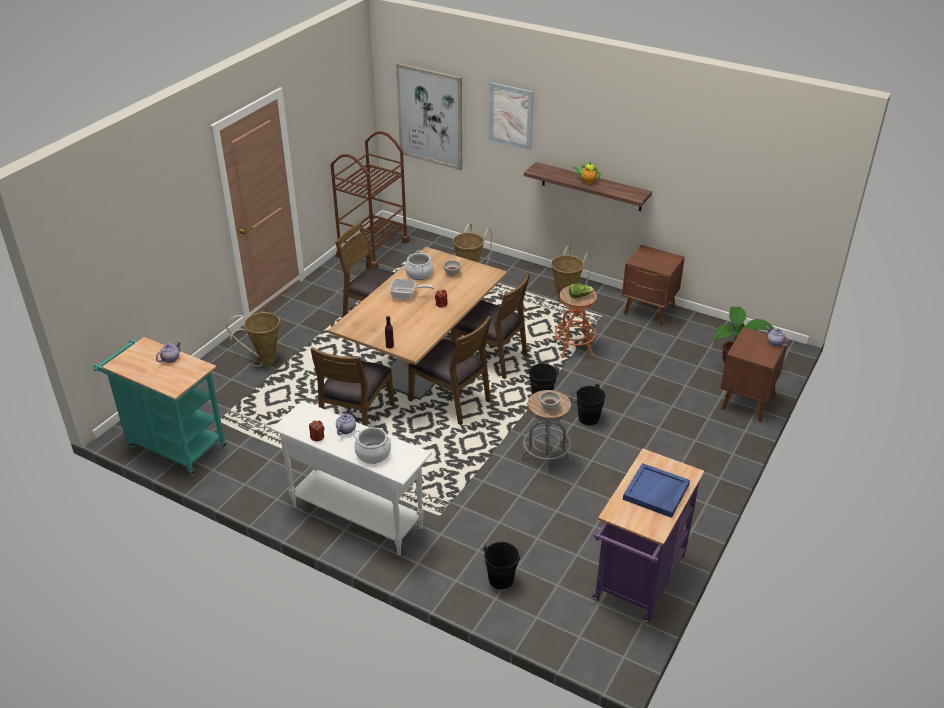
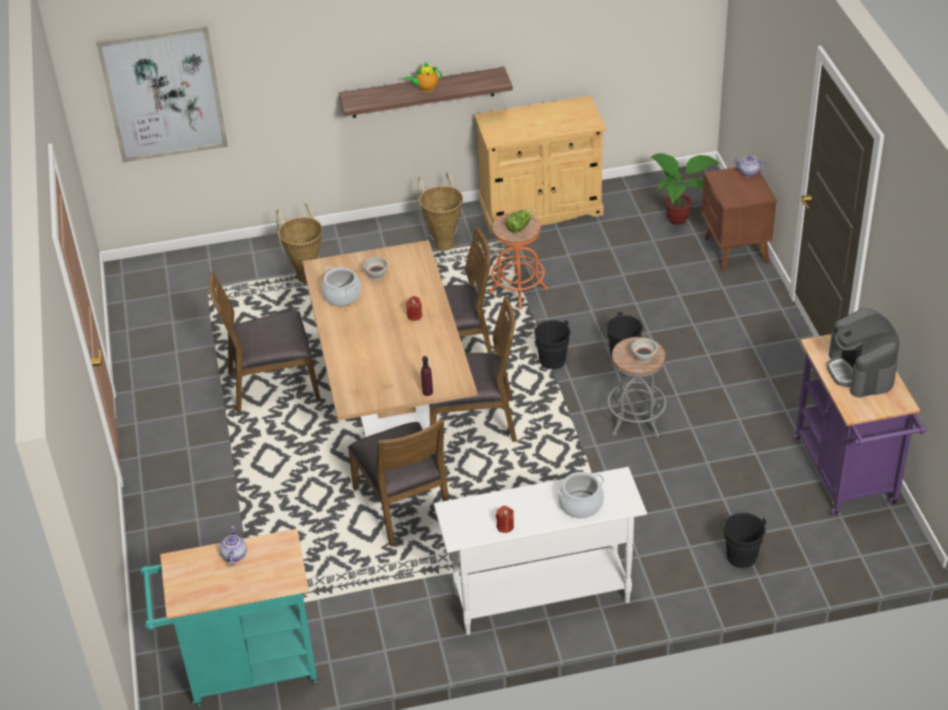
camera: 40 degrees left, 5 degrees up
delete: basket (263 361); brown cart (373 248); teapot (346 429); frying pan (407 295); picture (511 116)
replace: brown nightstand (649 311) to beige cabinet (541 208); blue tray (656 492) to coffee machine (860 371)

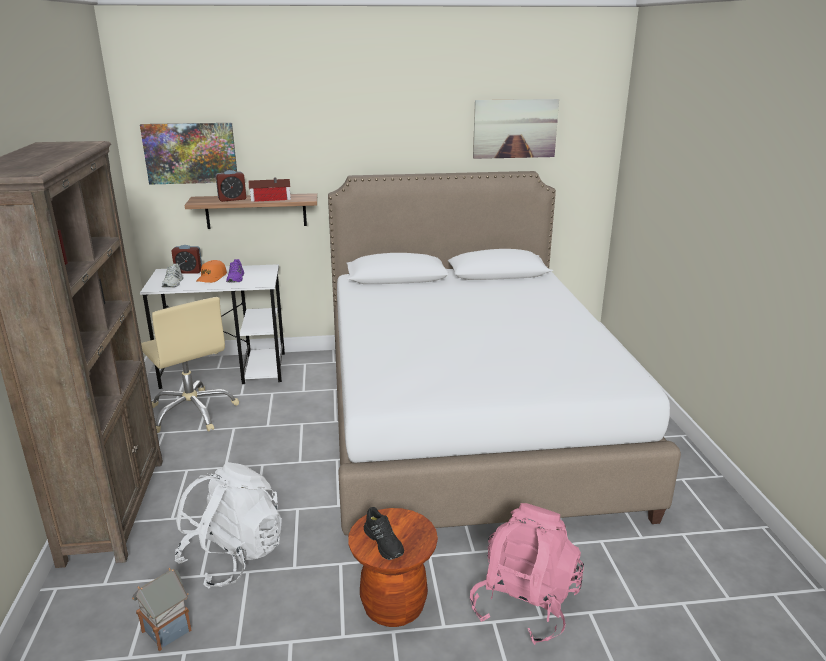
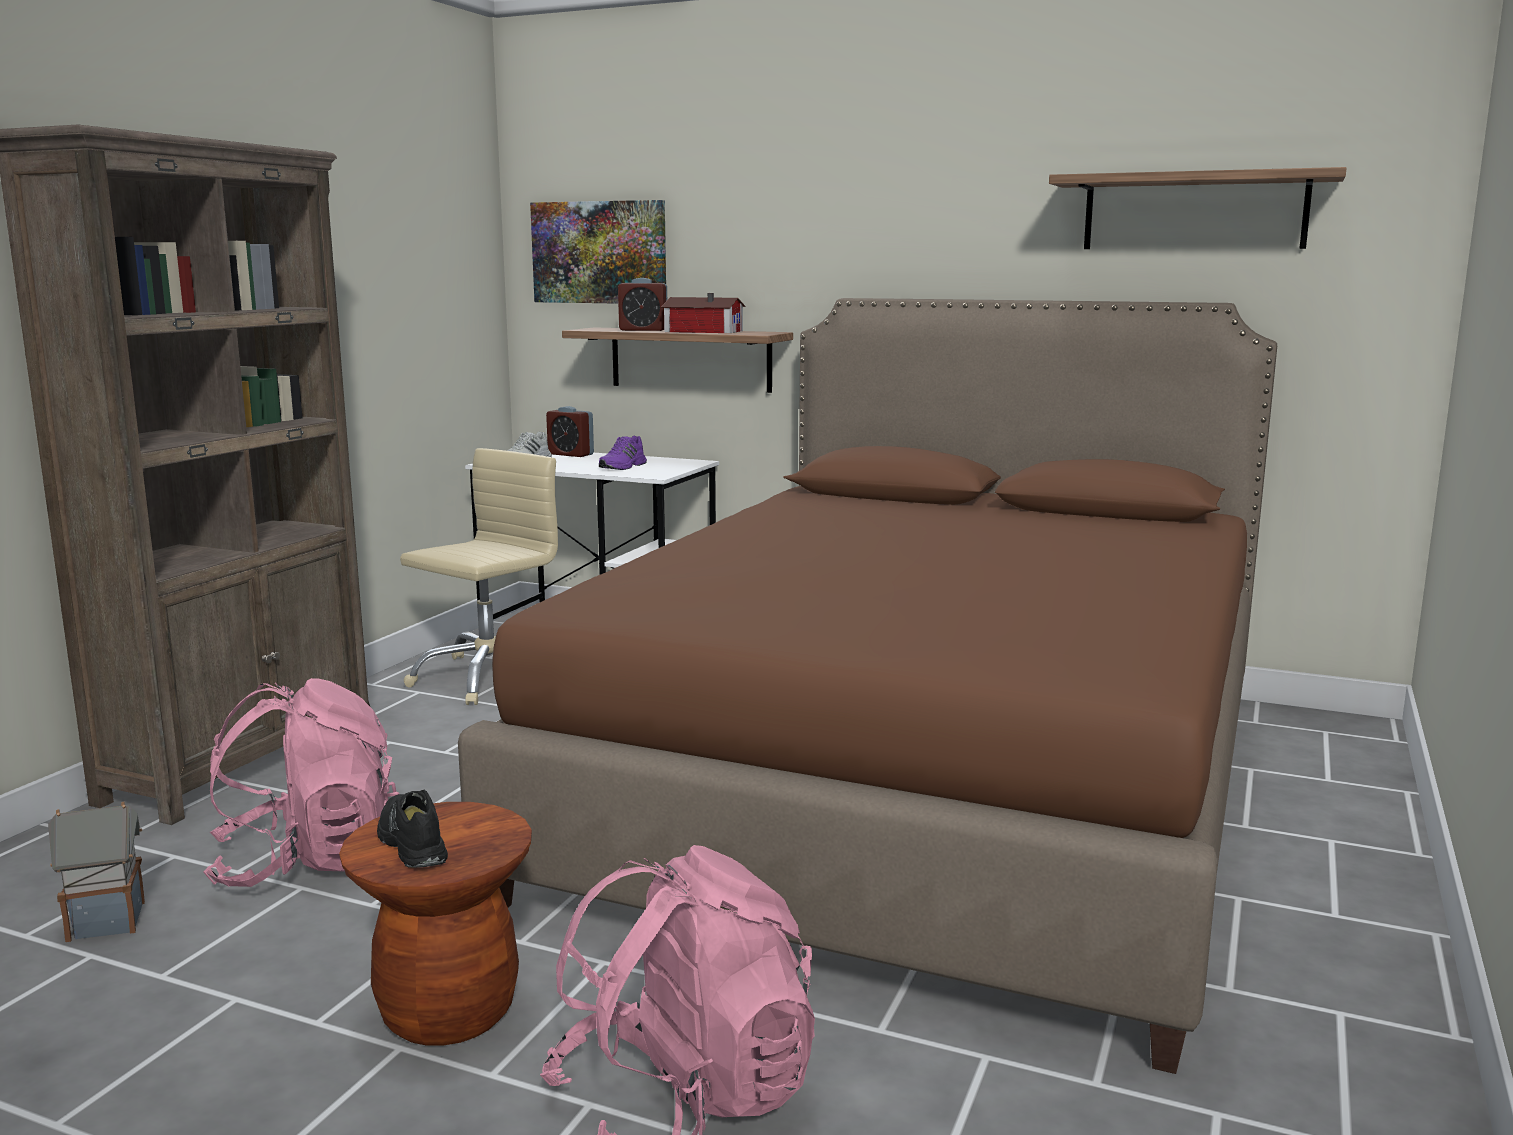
camera: 30 degrees right, 10 degrees down
delete: orange cap (211 277)
replace: picture (515 128) to shelf (1194 212)
recolor: white backpack (233 556) to pink backpack (309 862); white bed (466 420) to brown bed (928 787)
rotate: black shoe (384 542) = (410 843) 150 degrees clockwise; beige office chair (193 412) = (488 677) 135 degrees counterclockwise

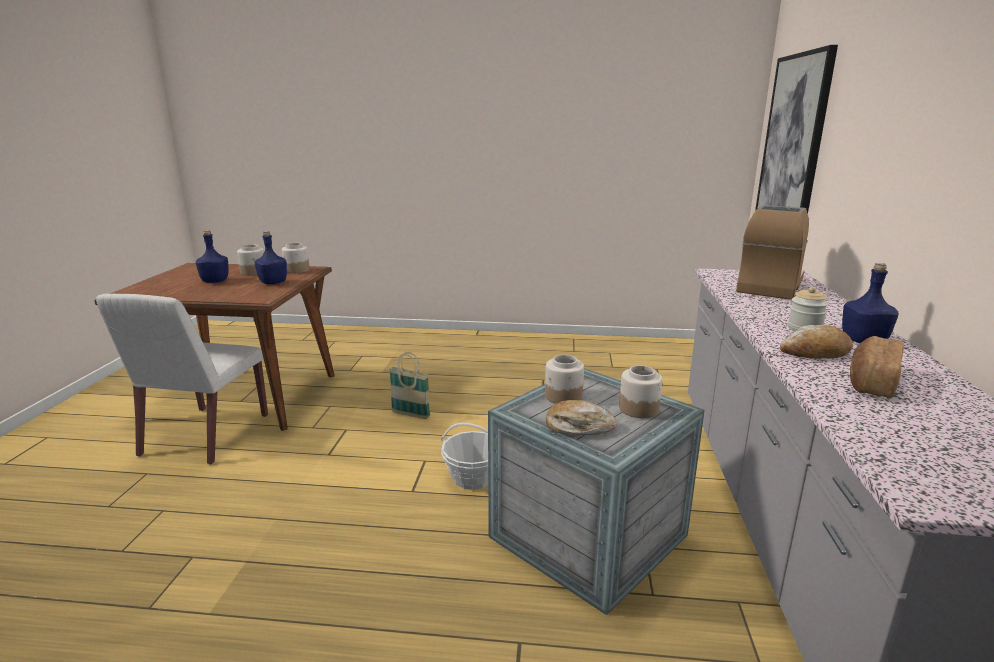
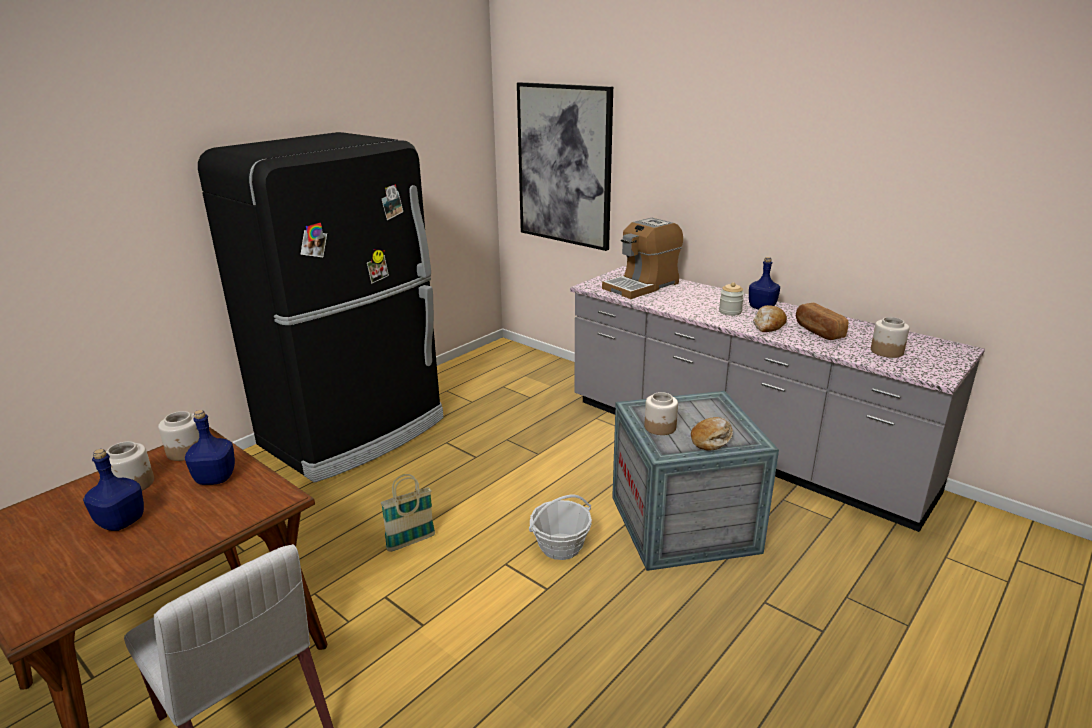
camera: 55 degrees left, 5 degrees up
insert: black fridge (356 432)
move: jar (638 409) to (886 351)
rotate: coffee machine (770 286) = (642 286) 105 degrees counterclockwise

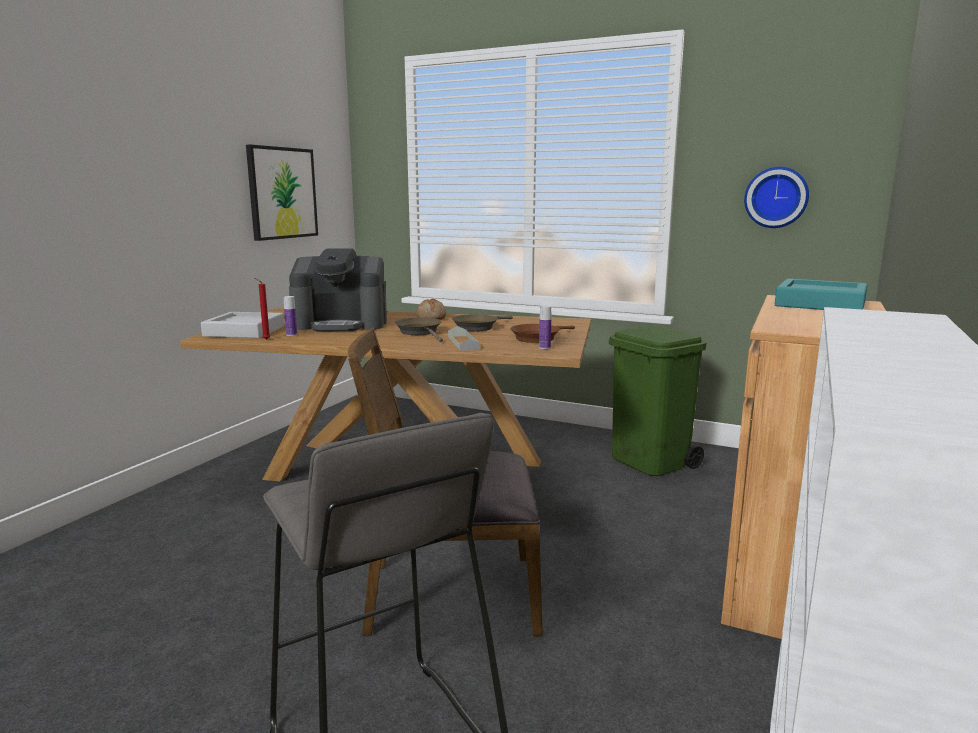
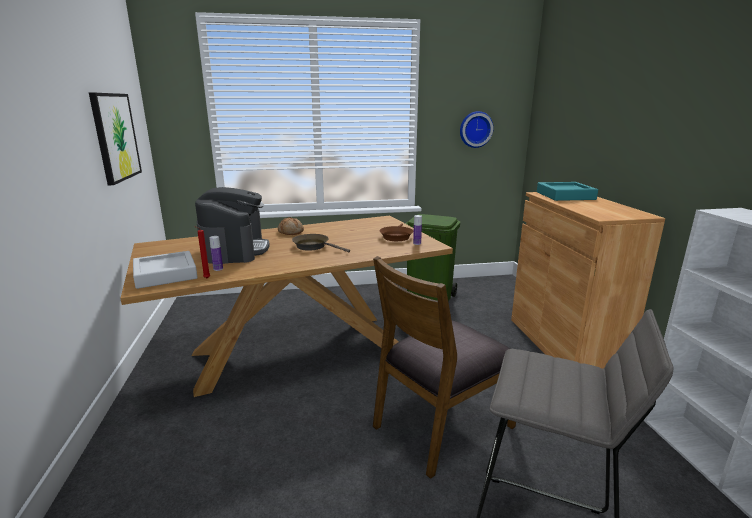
camera: 35 degrees left, 5 degrees up
delete: grey tray (463 342); brown frying pan (477 327)
rotate: coffee machine (341 324) = (235 250) 60 degrees counterclockwise

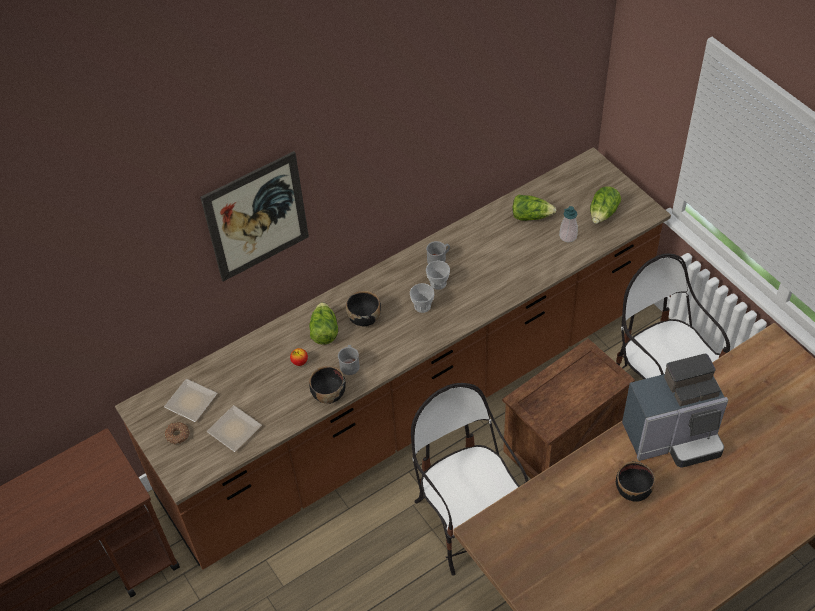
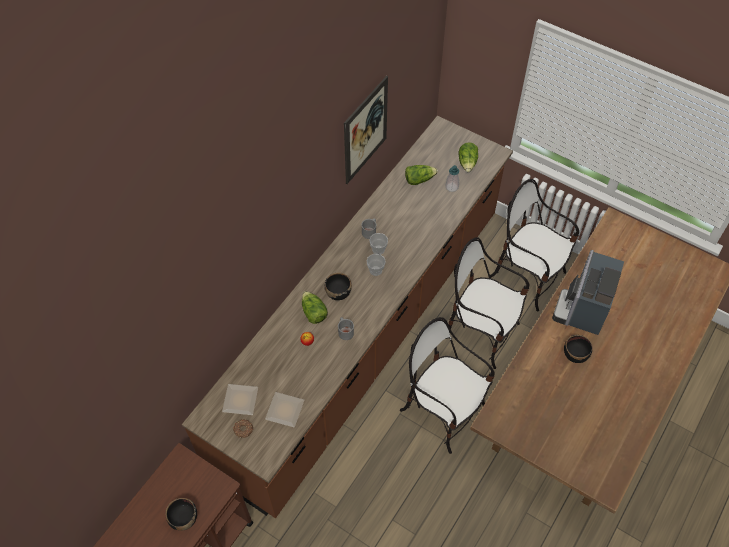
camera: 25 degrees left, 5 degrees up
move: black bowl (328 394) to (183 518); picture (256 217) to (365 130)
replace: crate (562 442) to chair (480 332)
rotate: coffee machine (673 437) = (583 308) 150 degrees clockwise

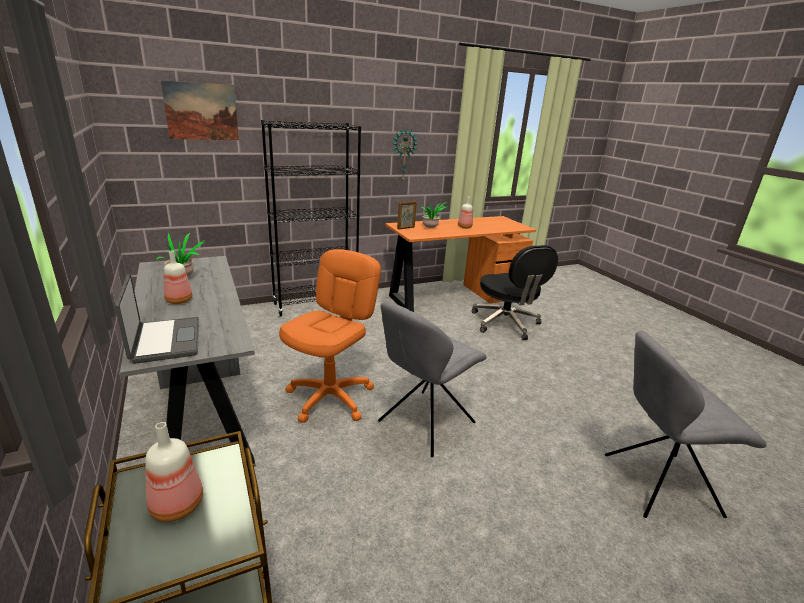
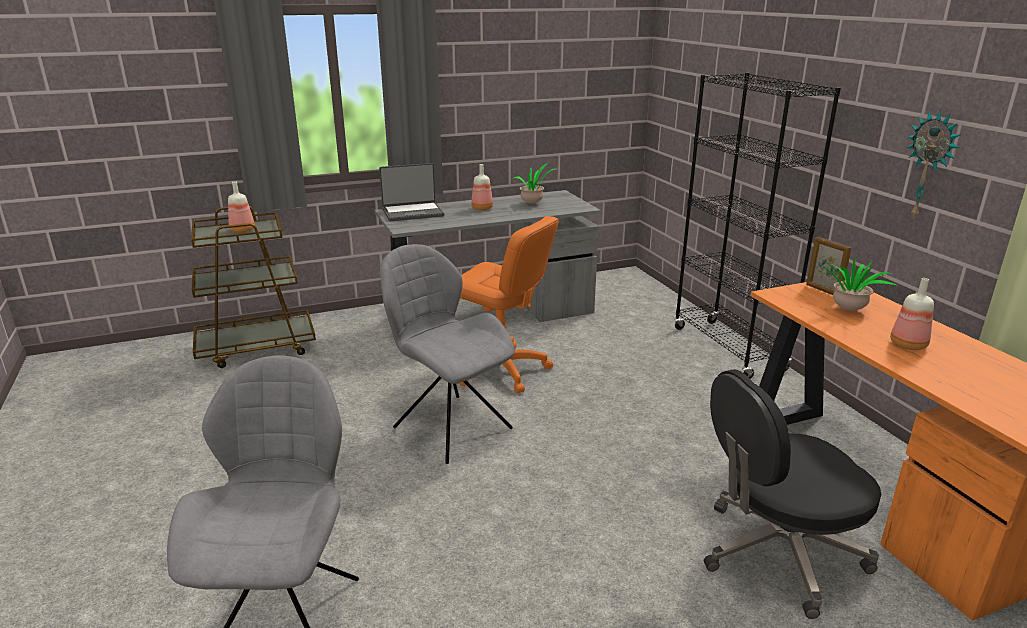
camera: 95 degrees right, 0 degrees up
delete: picture (201 111)

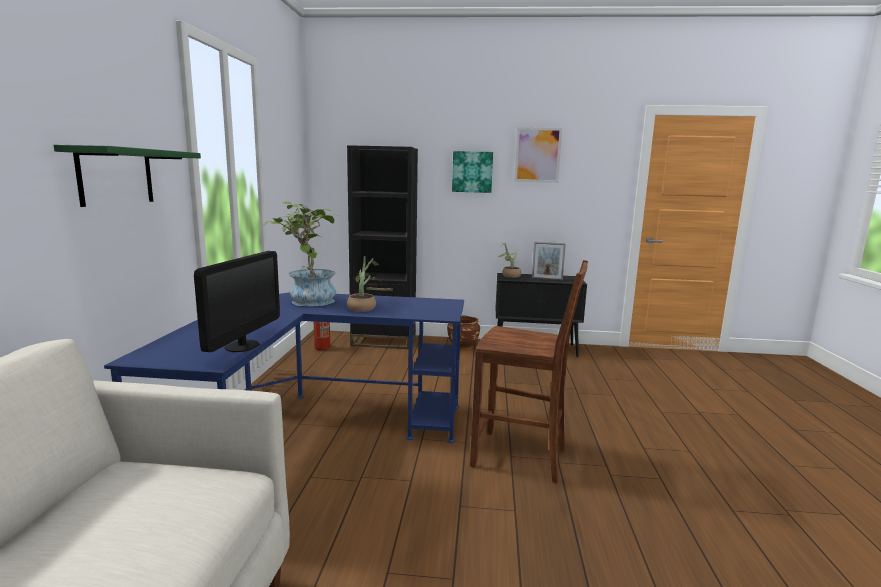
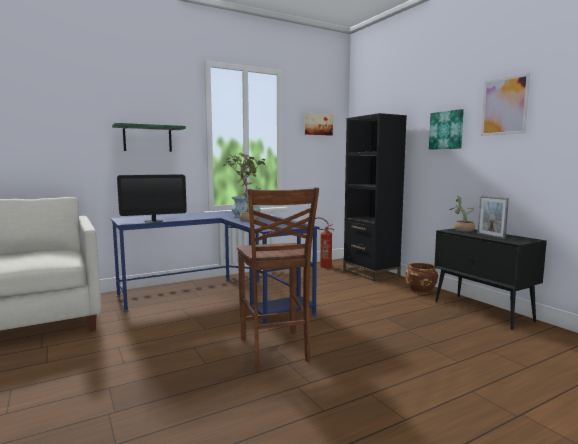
camera: 55 degrees right, 5 degrees down
insert: picture (318 124)

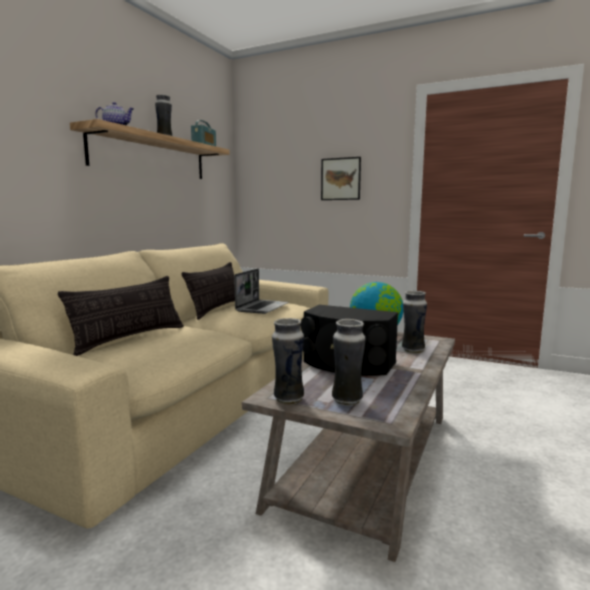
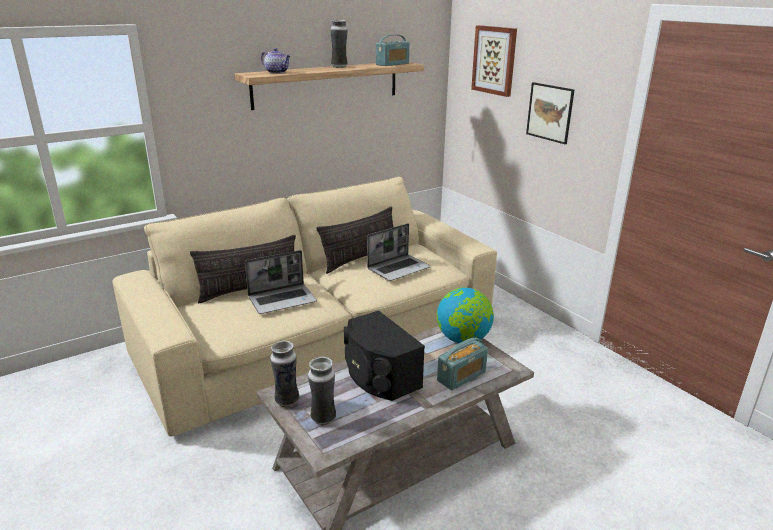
camera: 30 degrees right, 15 degrees up
insert: laptop (283 300); picture (494 60)
replace: vase (412 350) to radio (461 376)

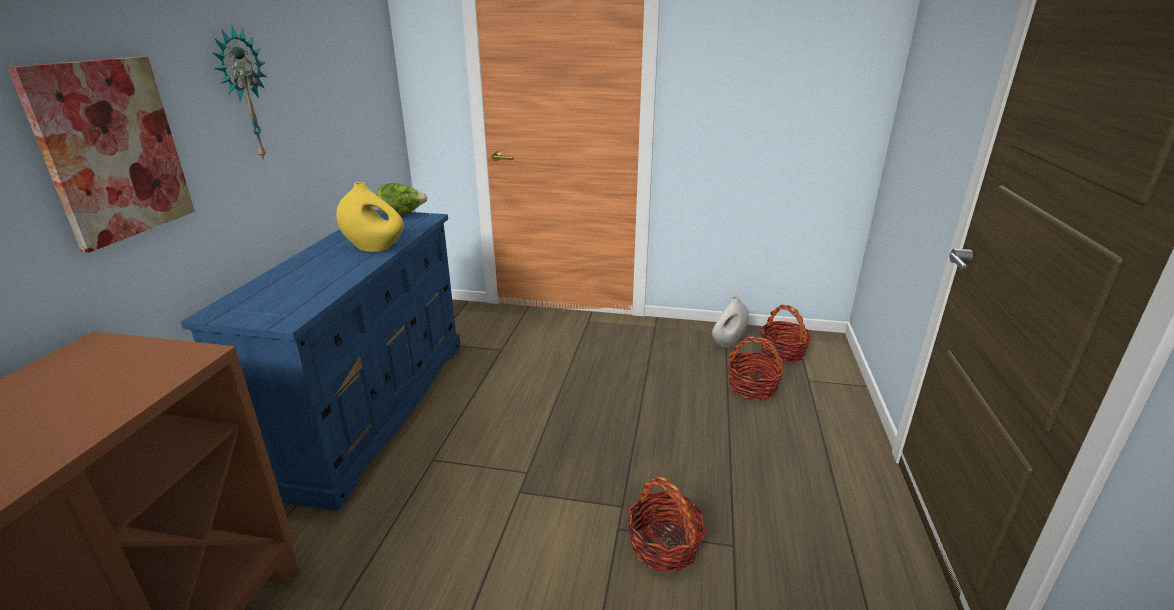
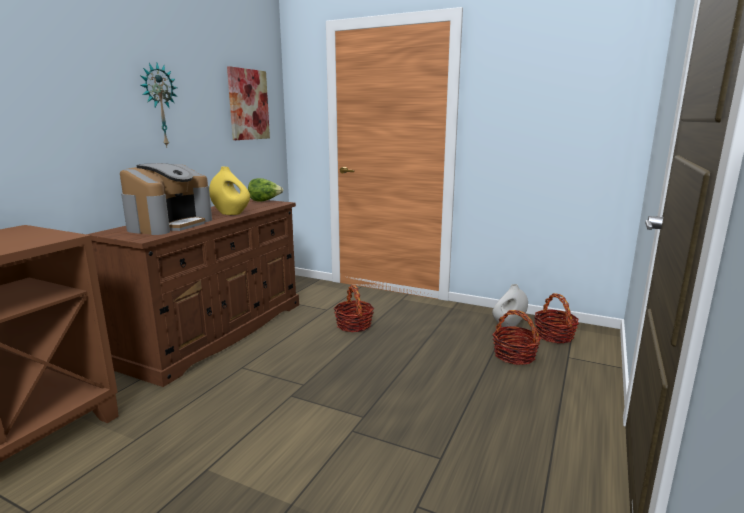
camera: 15 degrees right, 10 degrees down
insert: coffee machine (169 224)
move: picture (112 150) to (248 104); basket (664 546) to (354 325)
recolor: blue dresser (372 407) to brown dresser (219 332)

